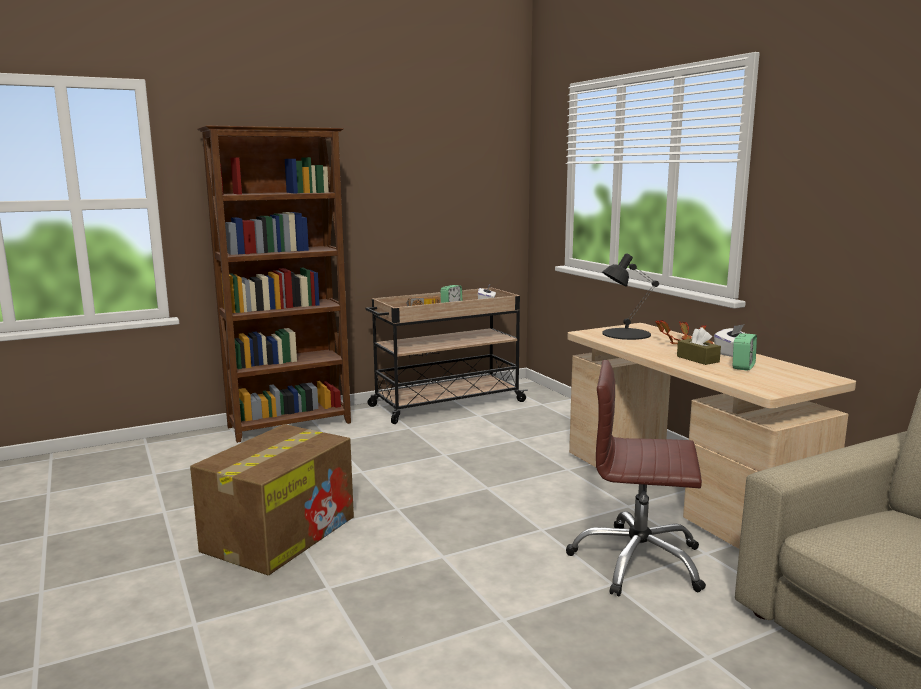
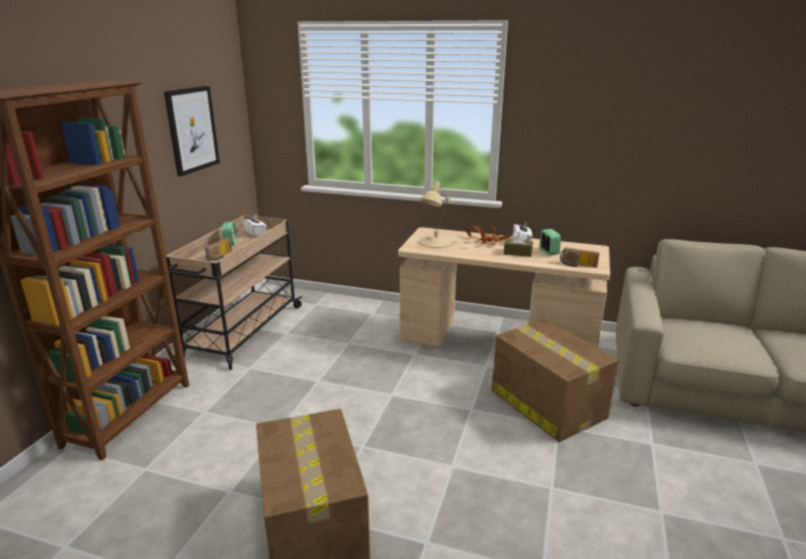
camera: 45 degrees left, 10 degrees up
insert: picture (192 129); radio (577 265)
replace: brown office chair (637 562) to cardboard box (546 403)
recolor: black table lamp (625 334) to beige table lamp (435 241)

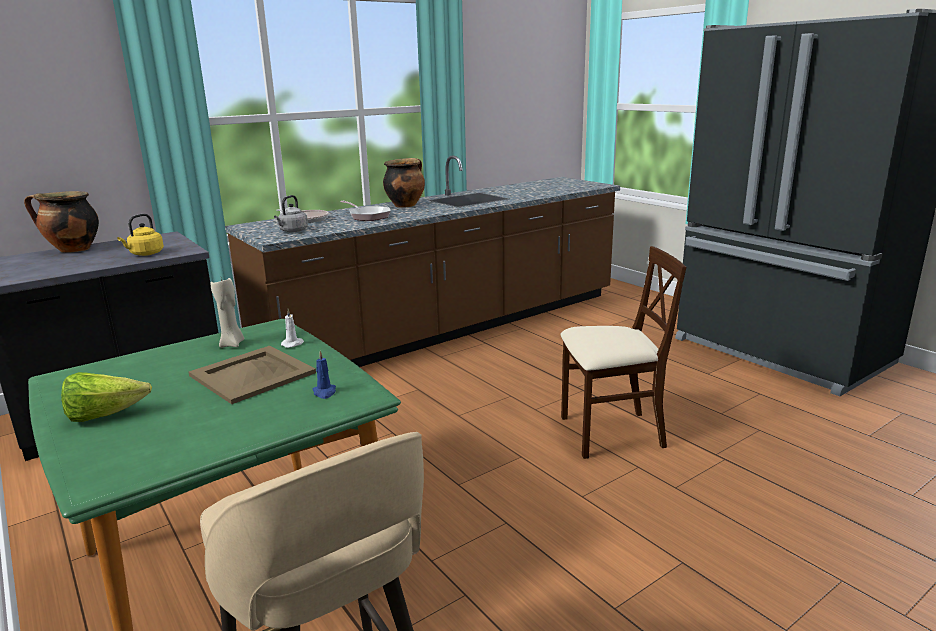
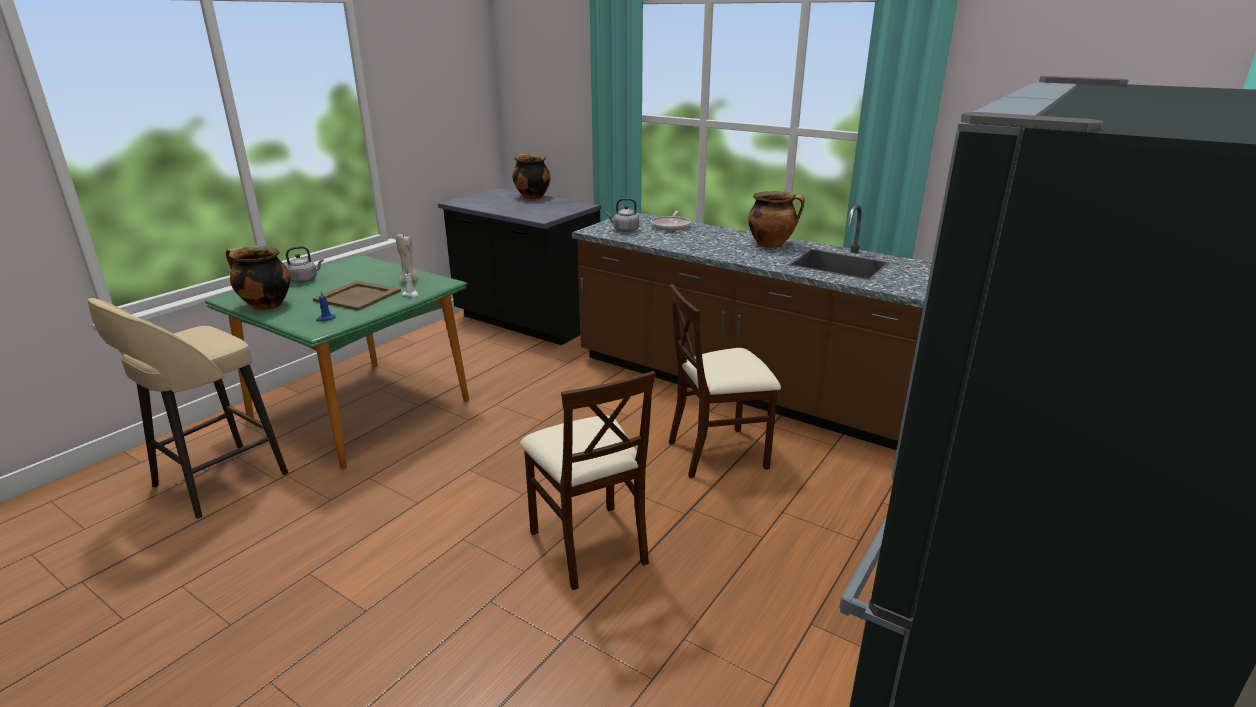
camera: 70 degrees right, 5 degrees up
delete: yellow kettle (145 254); frying pan (368 216)
insert: cooking pot (265 306); beige chair (718 453)
replace: lettuce (105 415) to grey kettle (304 280)

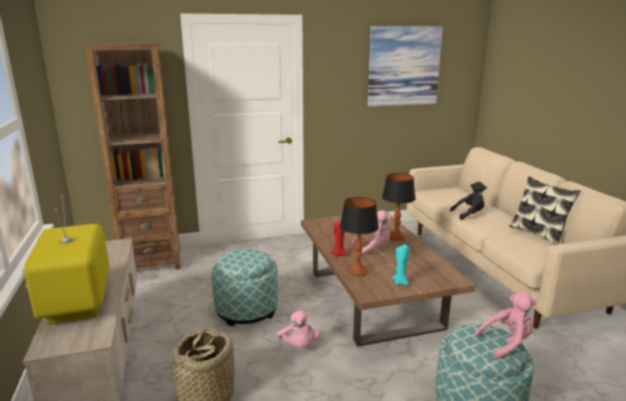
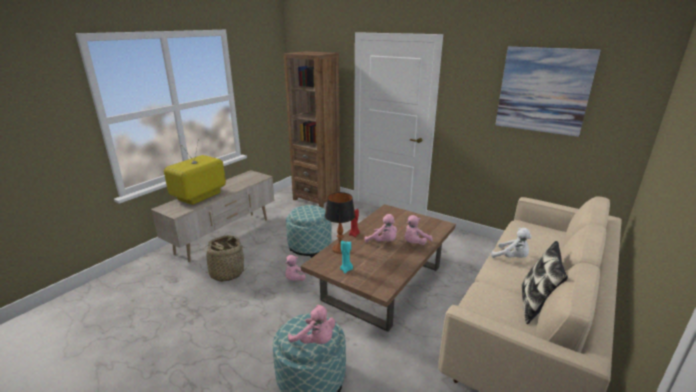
camera: 50 degrees right, 5 degrees up
replace: table lamp (395 237) to pink plush toy (415 243)
recolor: black plush toy (469 214) to white plush toy (512 258)

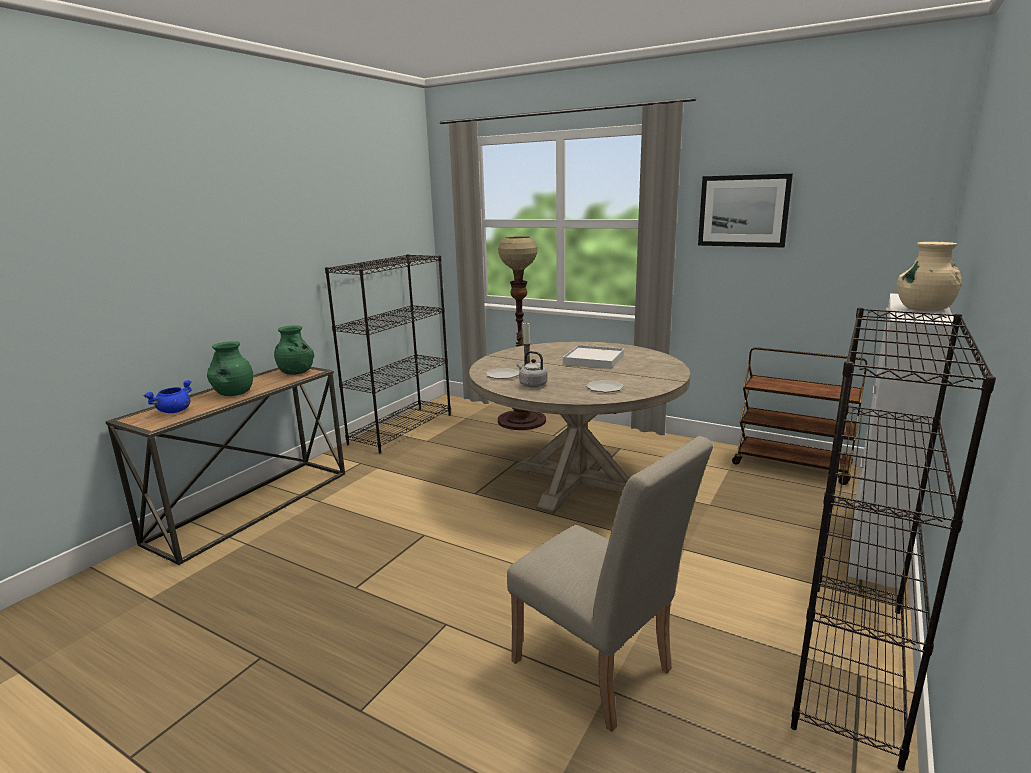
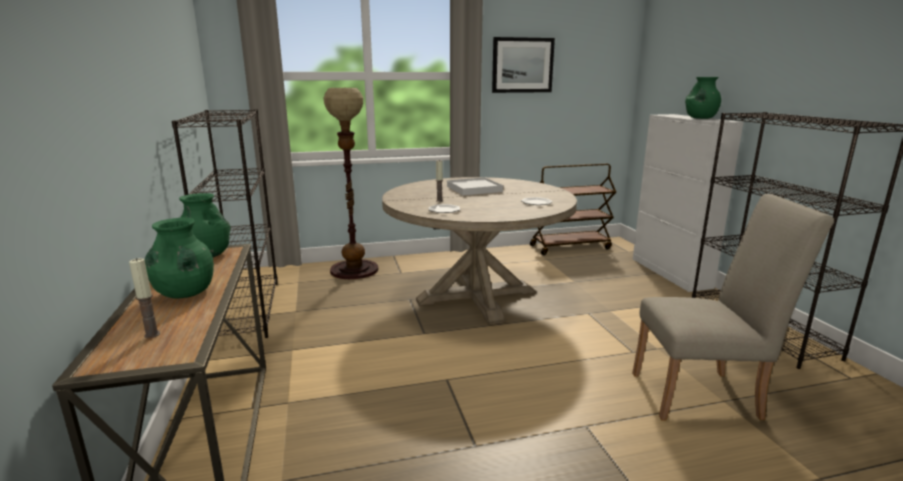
camera: 45 degrees left, 0 degrees up
delete: grey kettle (532 385)
replace: blue cooking pot (174 411) to candle (152 334)
recolor: beige vase (924 309) to green vase (700 118)

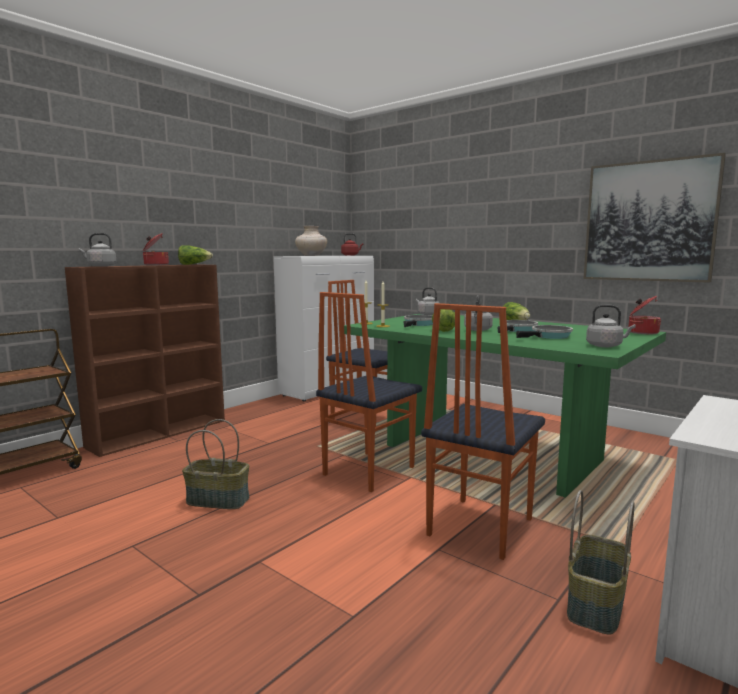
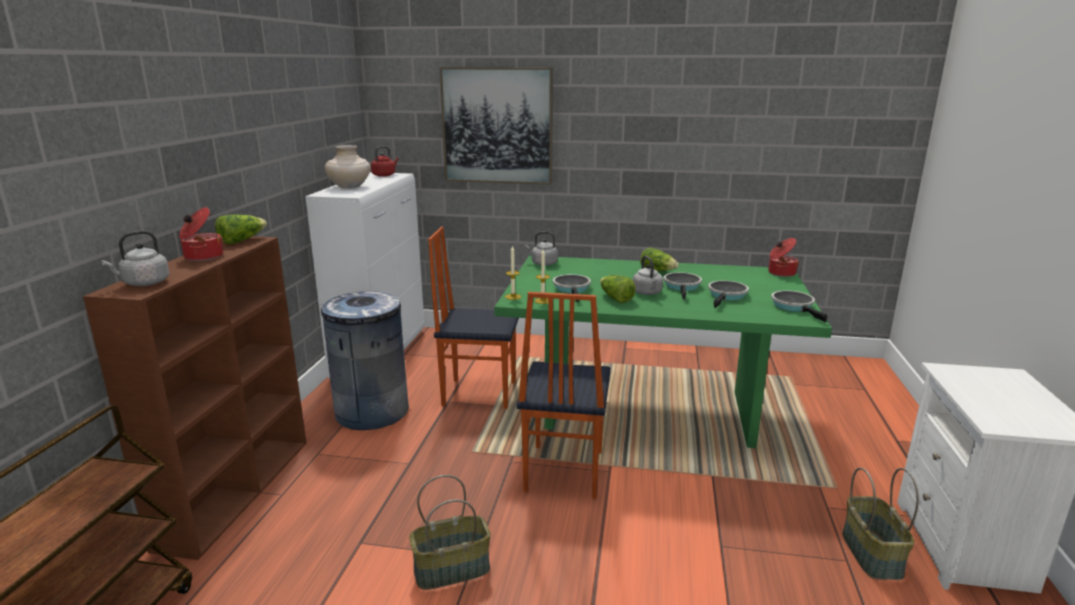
camera: 30 degrees left, 10 degrees up
delete: chair (478 526)
insert: grey trash can (371 412)
move: picture (649 221) to (497 126)
replace: grey kettle (606 346) to frying pan (794 307)

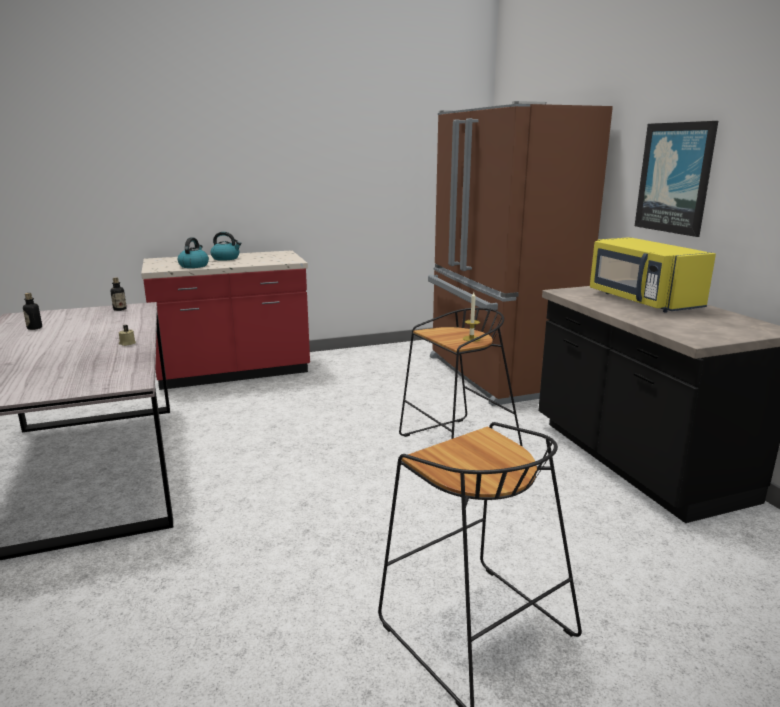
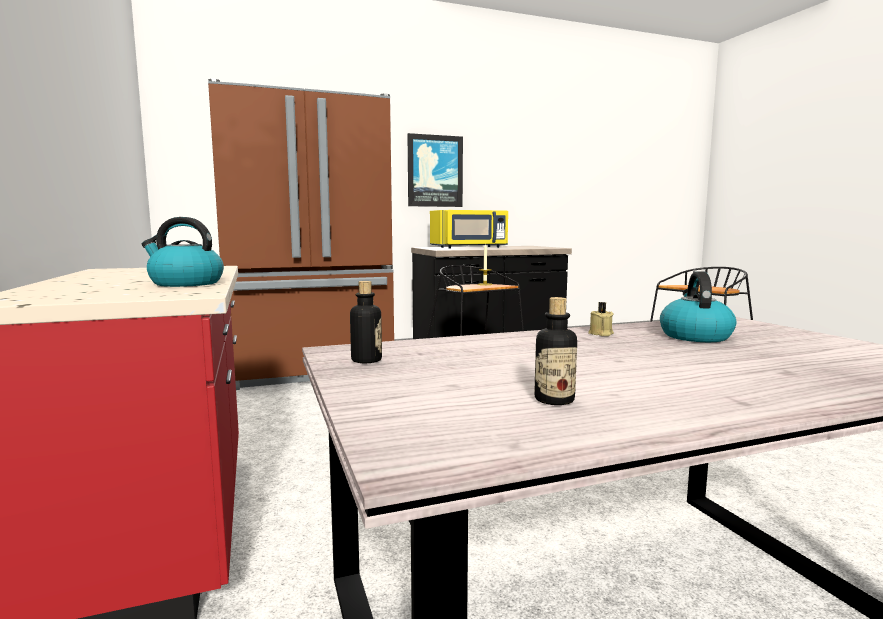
camera: 90 degrees left, 10 degrees down
move: kettle (226 258) to (694 336)

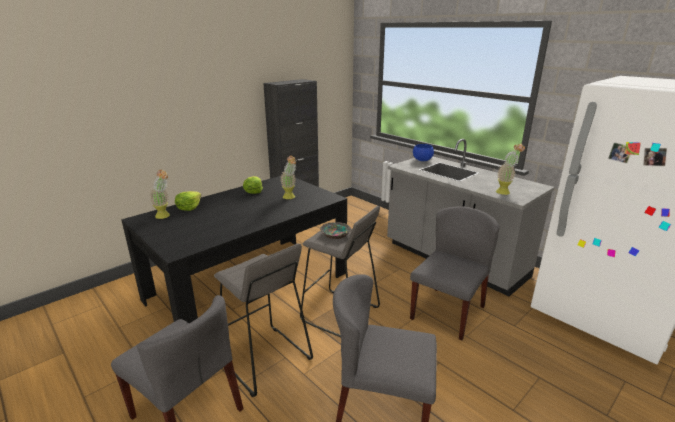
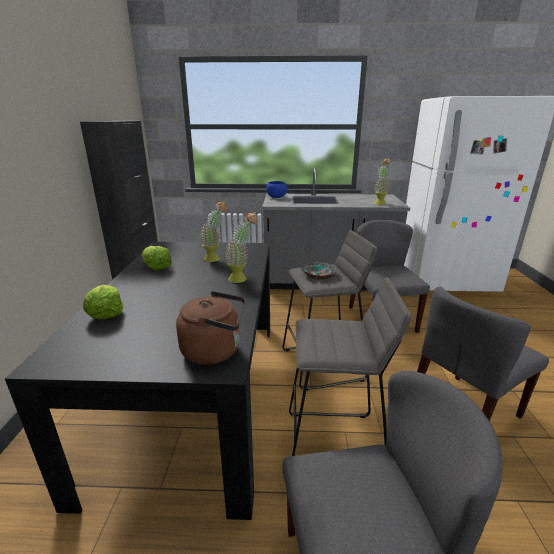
camera: 45 degrees left, 0 degrees up
insert: brown kettle (215 351)
move: potted plant (165 216) to (242 278)

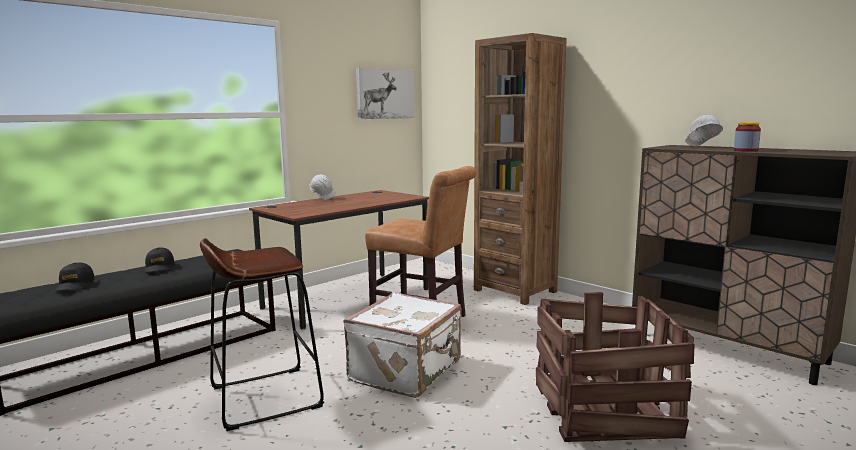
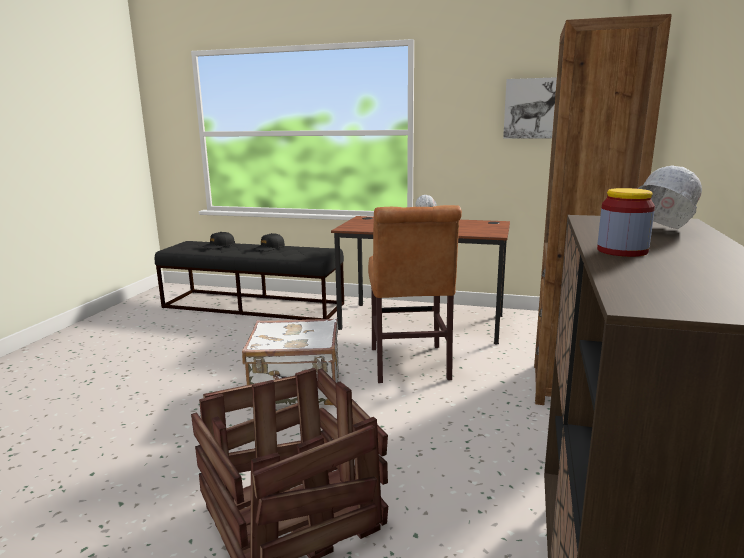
camera: 60 degrees right, 5 degrees up
delete: brown stool (265 397)

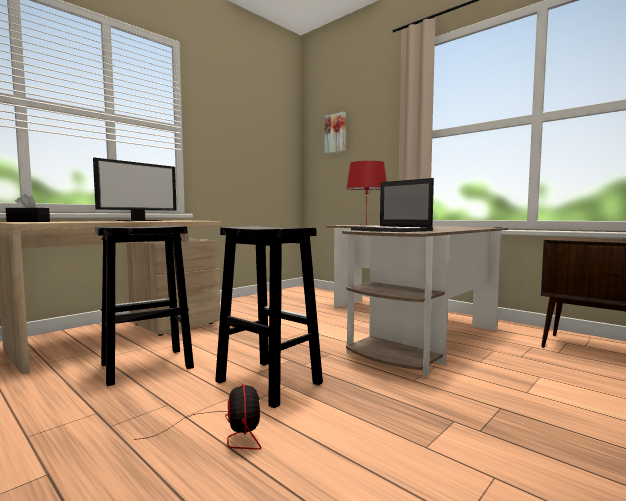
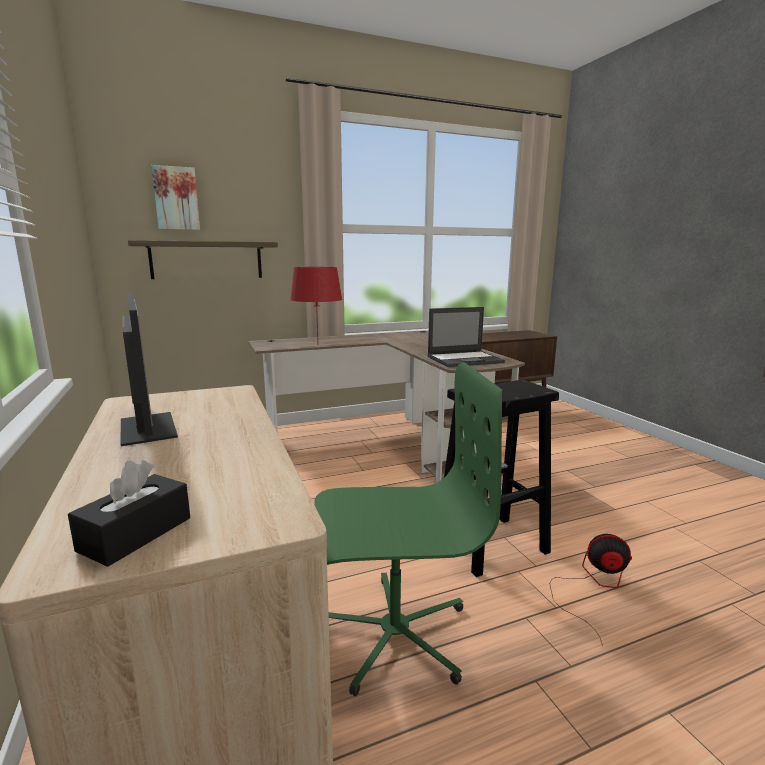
camera: 65 degrees left, 10 degrees up
insert: shelf (207 260)
replace: black stool (145 366) to green office chair (393 632)

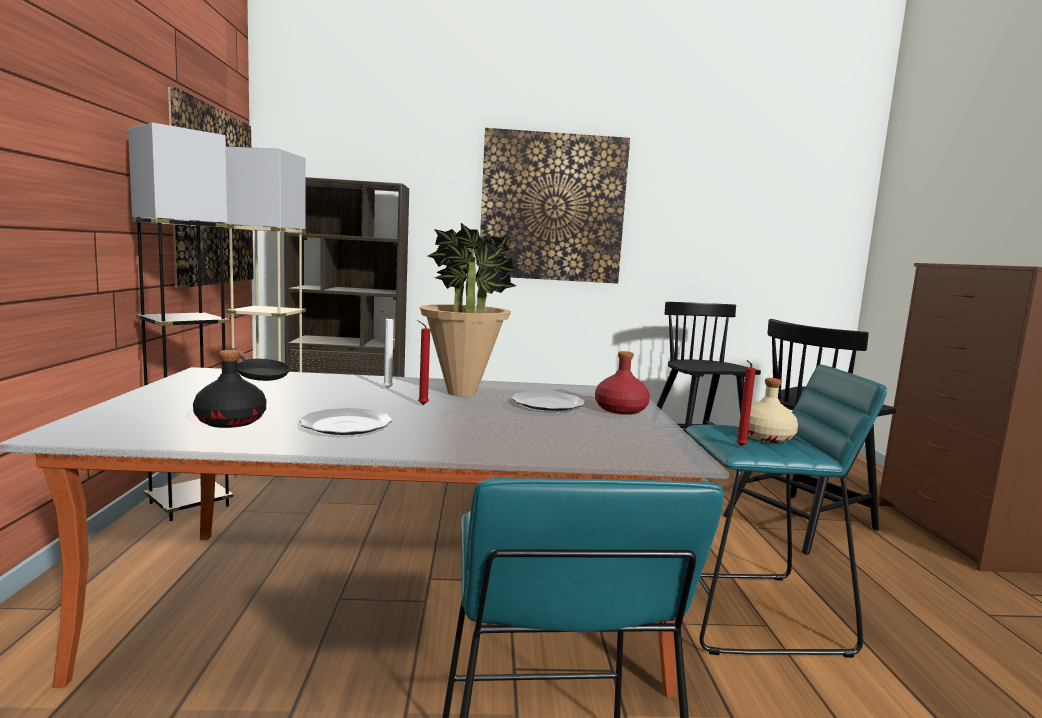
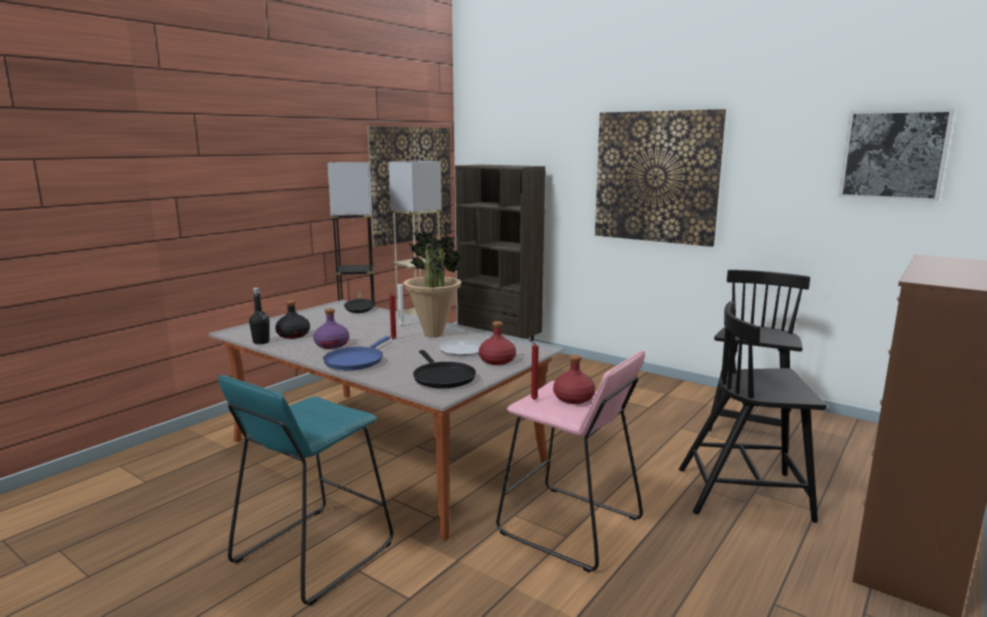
camera: 40 degrees right, 5 degrees up
insert: black bottle (261 342); blue frying pan (356 361); black frying pan (442 377); picture (893 155)
replace: plate (345 425) to purple bottle (332 345)
recolor: turquoise stool (751 613) to pink stool (569 527); beige bottle (765 437) to red bottle (573 398)

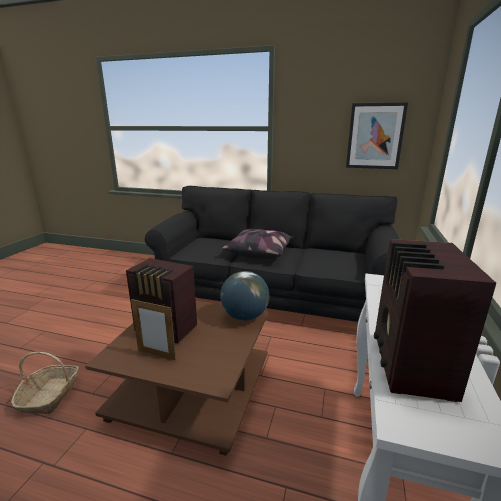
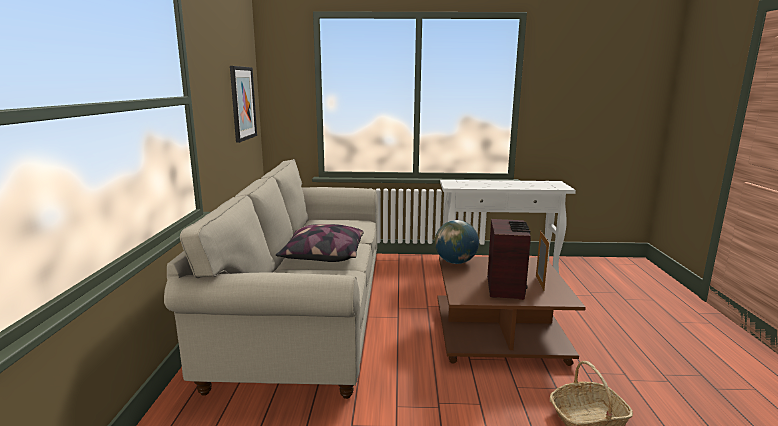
camera: 105 degrees left, 5 degrees down
delete: radio (410 365)
recolor: black sofa (272 295) to beige sofa (307 315)

